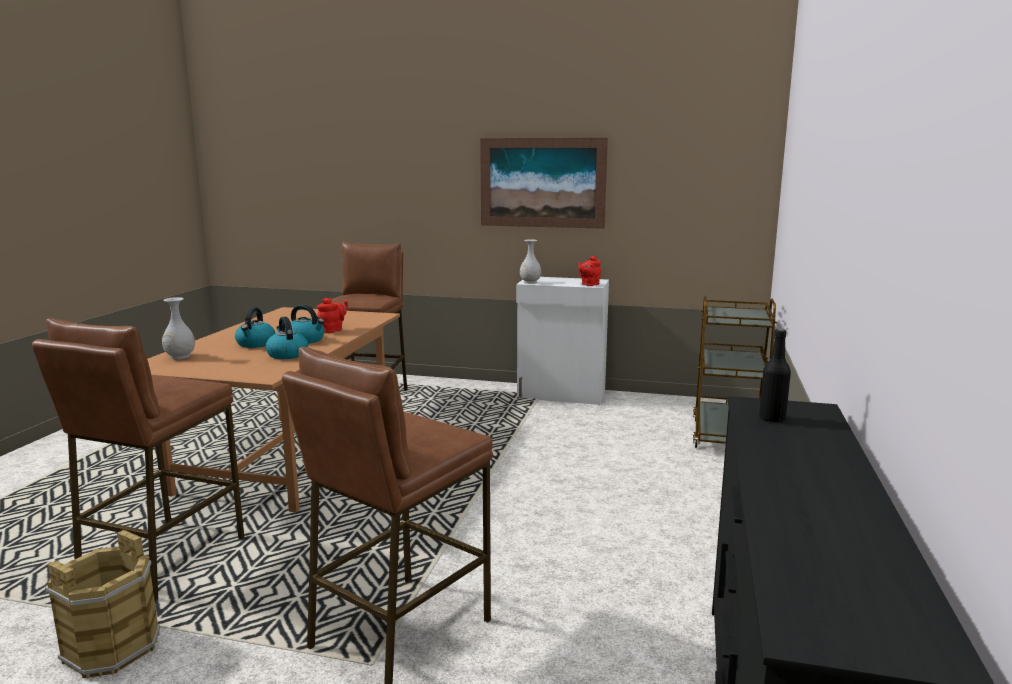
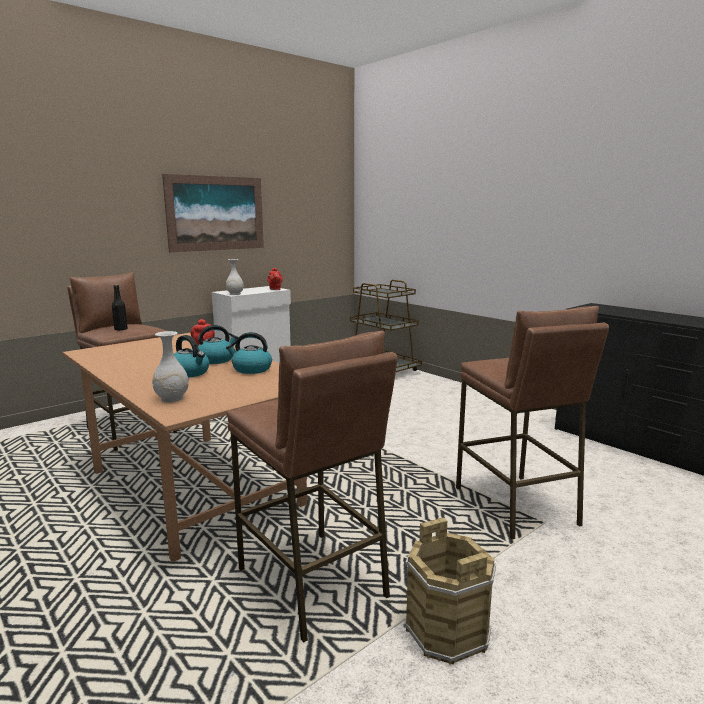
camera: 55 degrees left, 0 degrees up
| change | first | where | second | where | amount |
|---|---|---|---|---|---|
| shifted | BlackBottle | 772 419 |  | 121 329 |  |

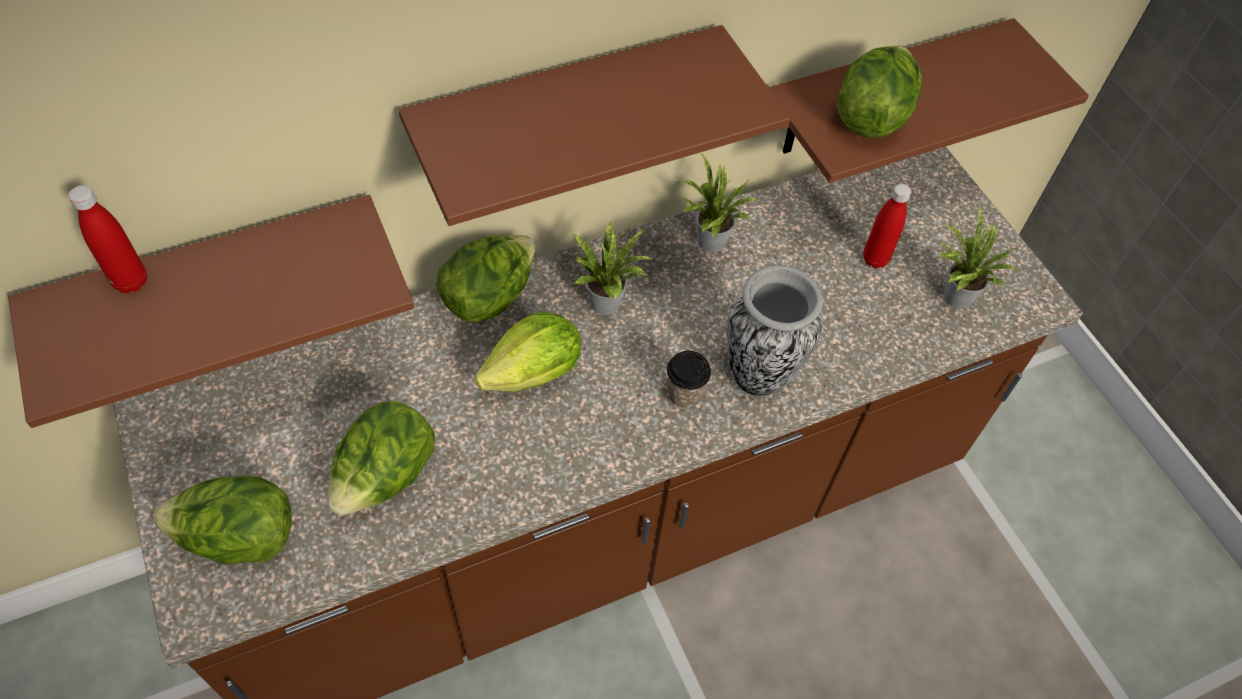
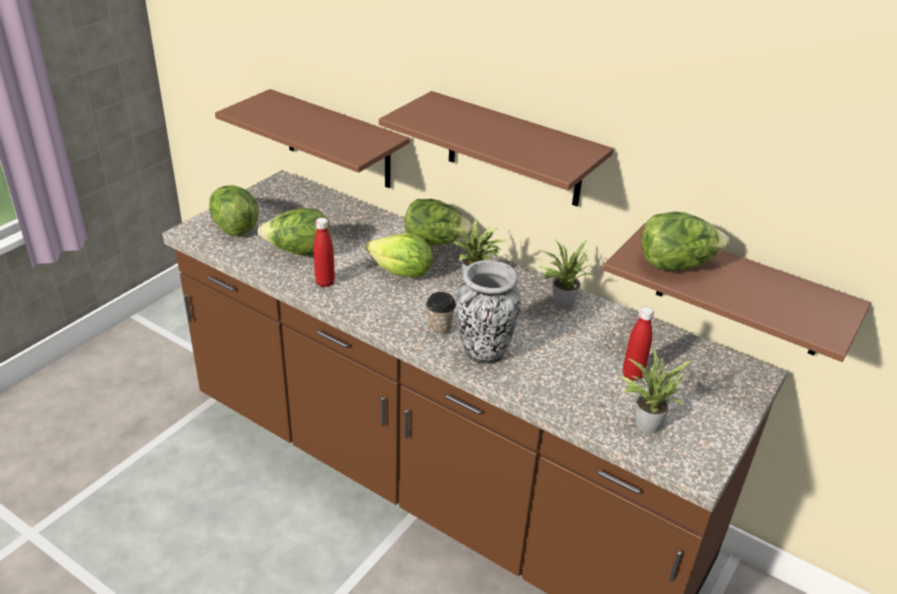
camera: 60 degrees right, 20 degrees down
| change | first | where | second | where | amount |
|---|---|---|---|---|---|
| shifted | RedBottle | 131 281 |  | 325 282 |  |

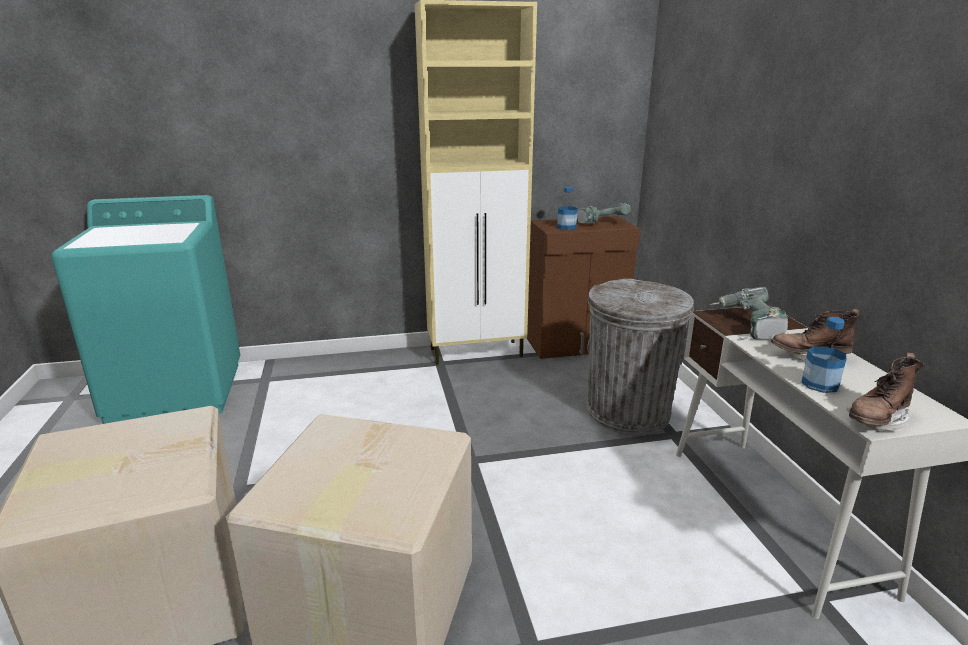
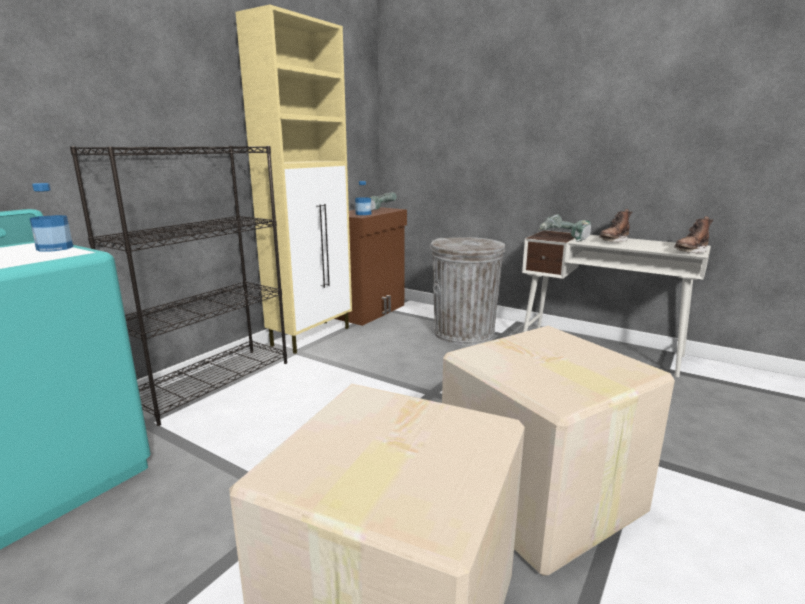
camera: 45 degrees left, 5 degrees down
| change | first | where | second | where | amount |
|---|---|---|---|---|---|
| shifted | Bottle | 820 384 |  | 55 248 |  |
| rotated | BrownBoot | 877 420 |  | 690 252 | 45 degrees clockwise |
| new |  |  | BlackBookcase | 212 382 |  |

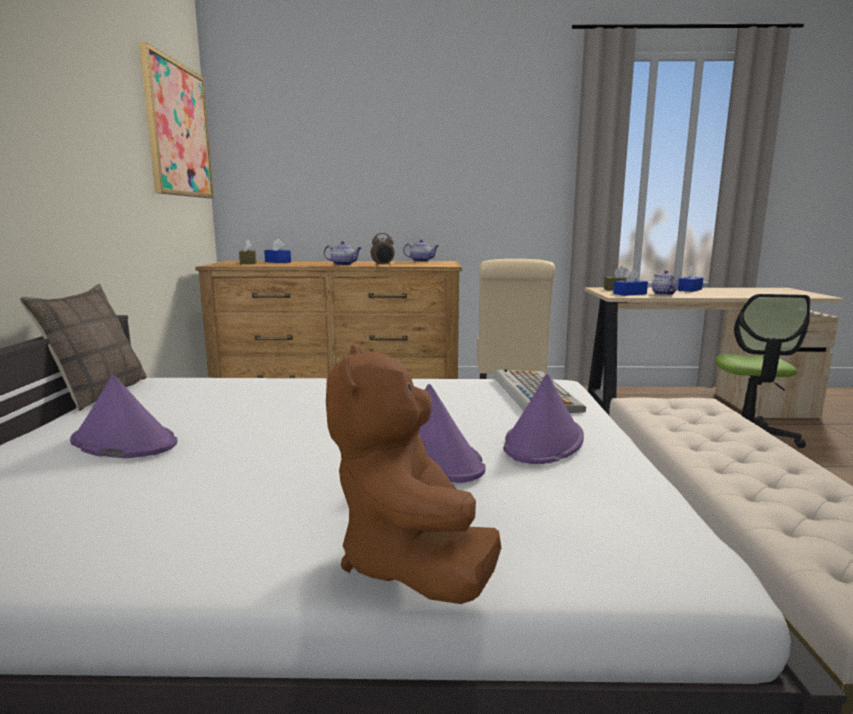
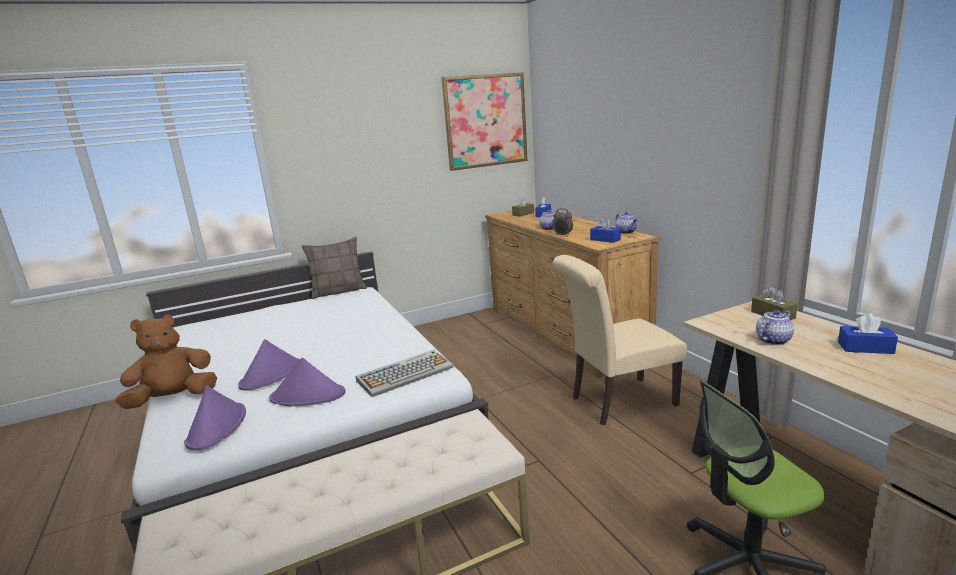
camera: 65 degrees right, 5 degrees up
| change | first | where | second | where | amount |
|---|---|---|---|---|---|
| shifted | PurpleHat | 123 442 |  | 217 427 |  |
| shifted | BlueTissueBox | 630 294 |  | 605 239 |  |

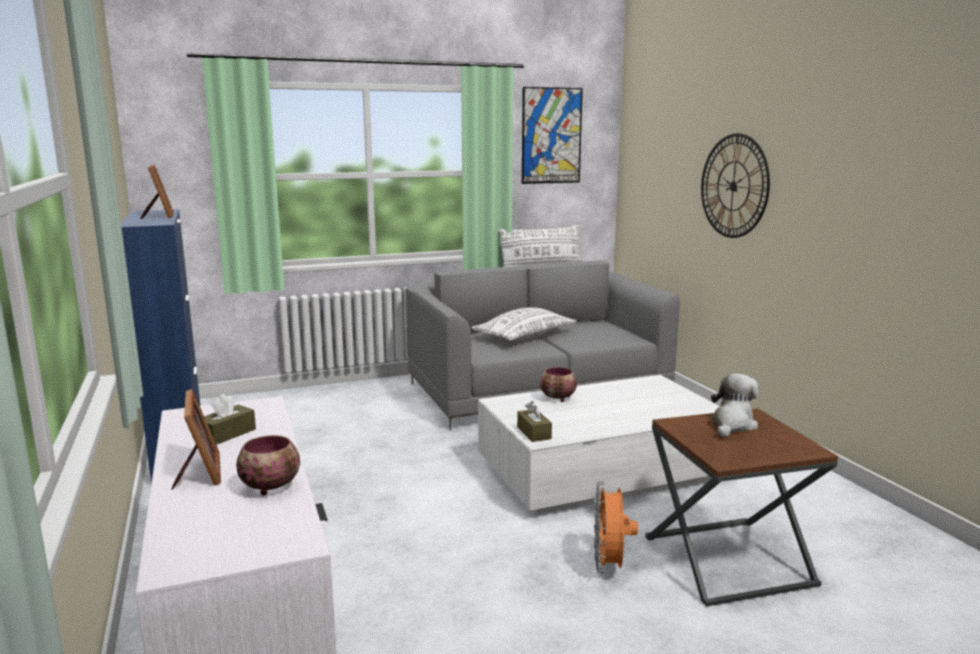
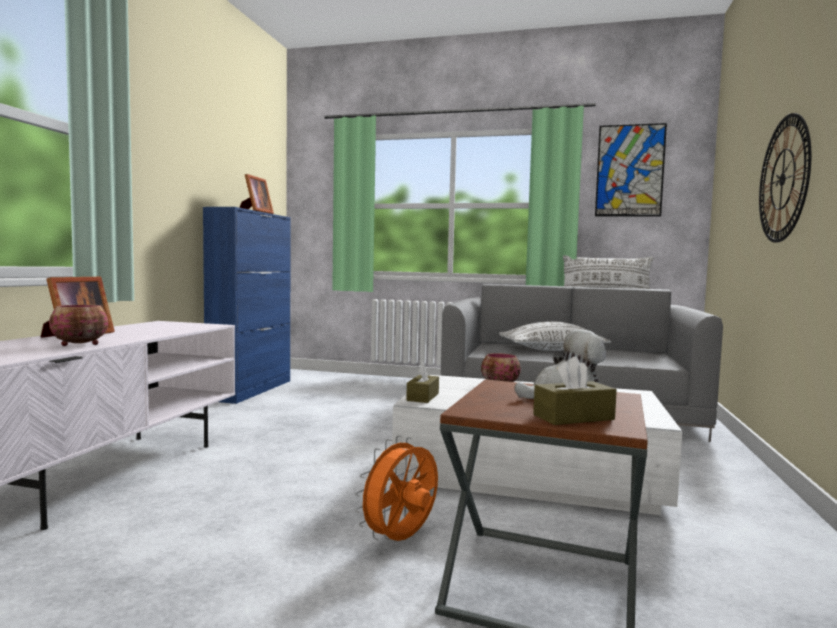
camera: 35 degrees right, 10 degrees down
| change | first | where | second | where | amount |
|---|---|---|---|---|---|
| shifted | BrownTissueBox | 227 434 |  | 573 417 |  |

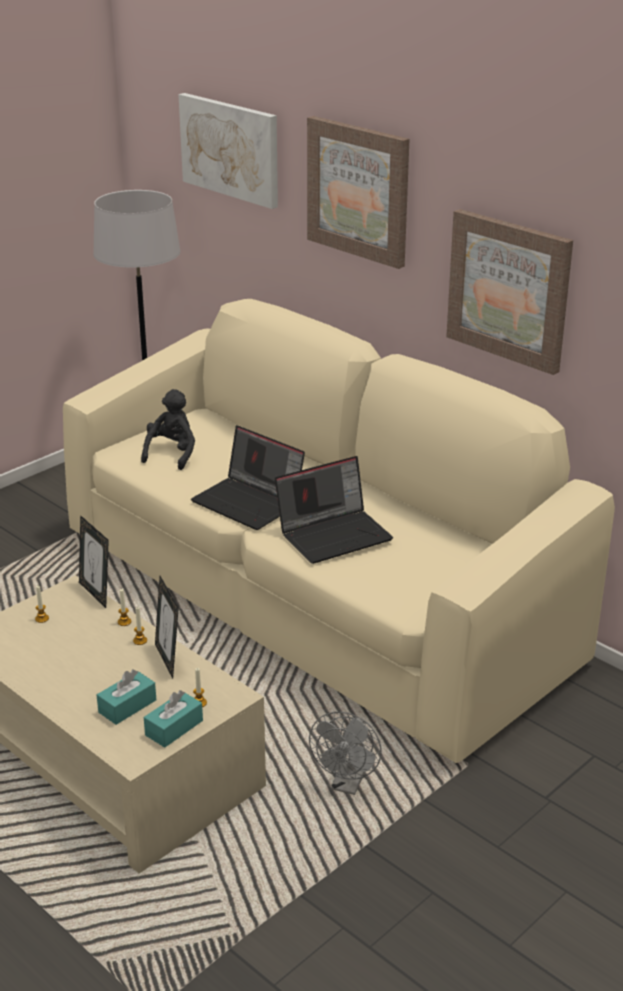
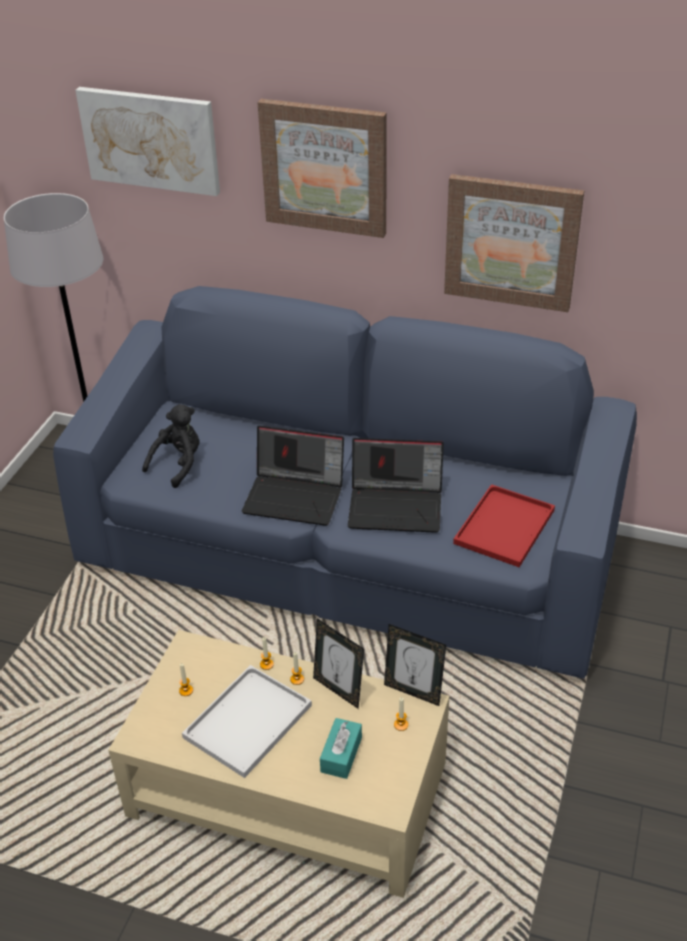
camera: 25 degrees left, 10 degrees up
| change | first | where | second | where | amount |
|---|---|---|---|---|---|
| repainted | BeigeSofa | 312 595 | BlueSofa | 346 554 |  |
| shifted | PictureFrame | 96 593 |  | 413 691 |  |
| rotated | BlackPlushToy | 172 454 |  | 178 464 | 45 degrees clockwise |
| gone | TurquoiseTissueBox | 174 728 |  |  |  |
| rotated | Laptop | 334 534 |  | 397 506 | 60 degrees clockwise |
| gone | GreyFan | 347 784 |  |  |  |
| new |  |  | WhiteTray | 247 723 |  |
| new |  |  | RedTray | 504 528 |  |

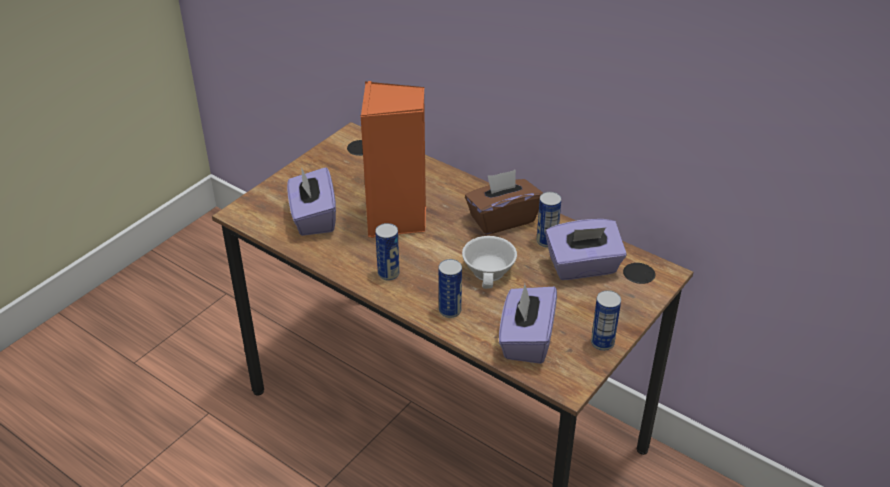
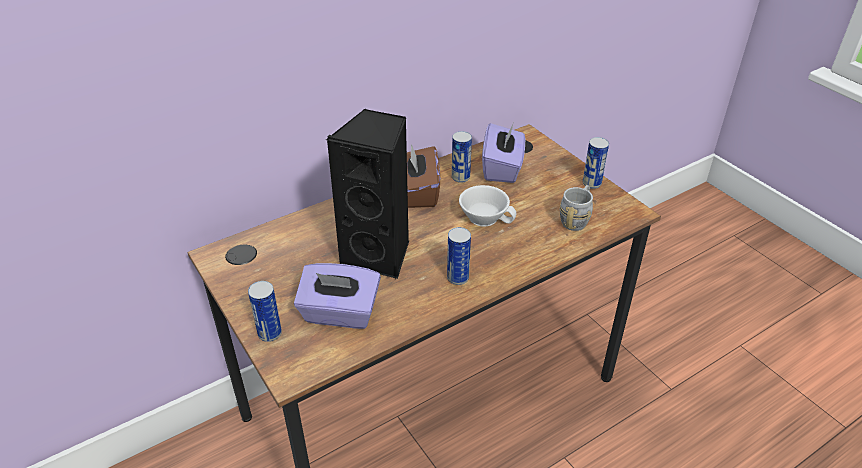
camera: 70 degrees left, 0 degrees up
| change | first | where | second | where | amount |
|---|---|---|---|---|---|
| repainted | OrangeSpeaker | 397 219 | BlackSpeaker | 380 255 |  |
| shifted | Can | 450 310 |  | 270 333 |  |
| swapped | PurpleTissueBox | 526 340 | GreyMug | 576 219 |  |

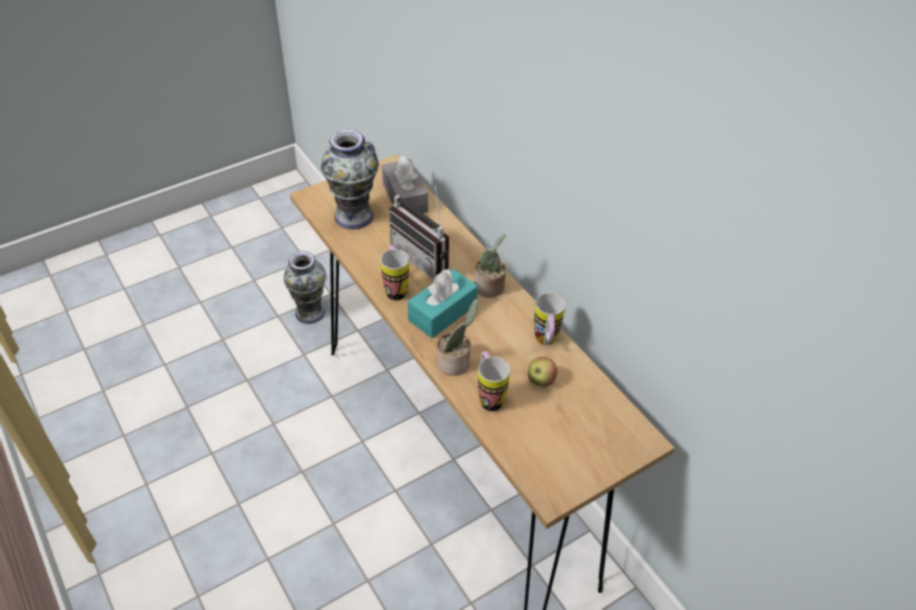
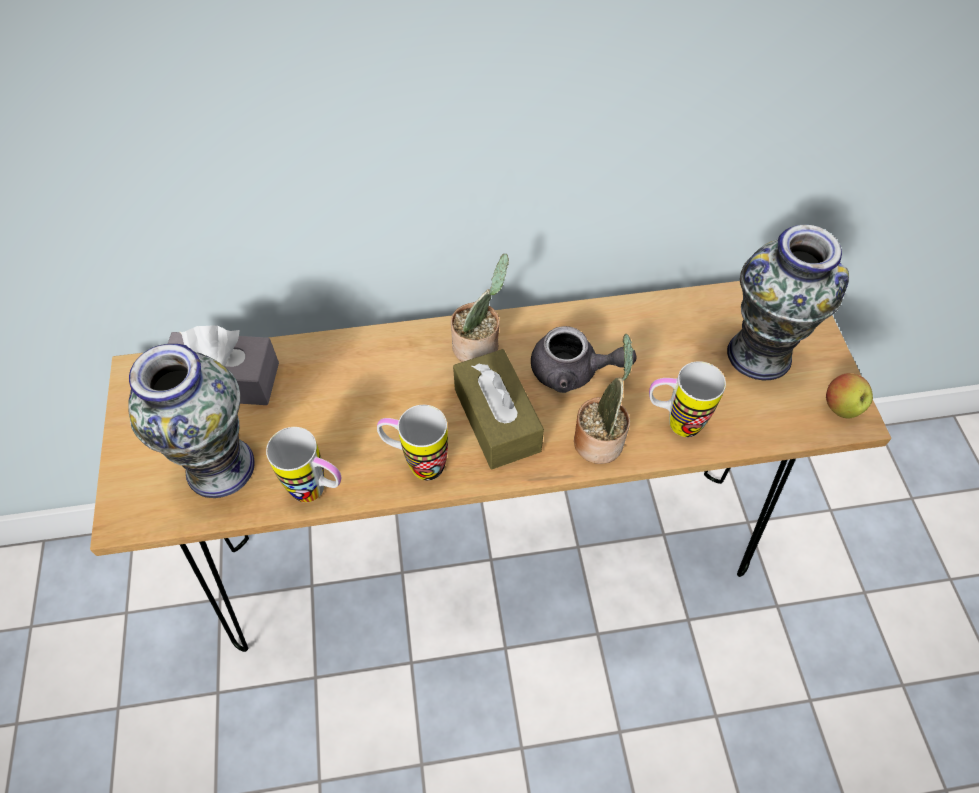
camera: 65 degrees left, 10 degrees up
| change | first | where | second | where | amount |
|---|---|---|---|---|---|
| shifted | Vase | 309 312 |  | 759 355 |  |
| gone | Radio | 426 257 |  |  |  |
| repainted | TurquoiseTissueBox | 442 312 | BrownTissueBox | 497 420 |  |
| shifted | Apple | 540 381 |  | 841 408 |  |
| shifted | Mug | 546 343 |  | 318 491 |  |
| new |  |  | GreyTeapot | 573 372 |  |

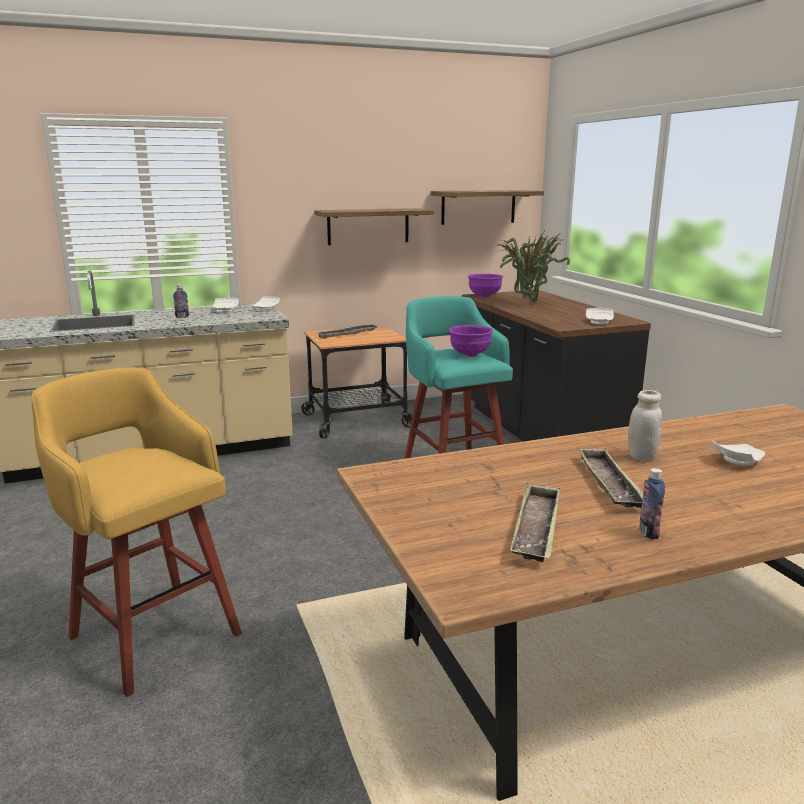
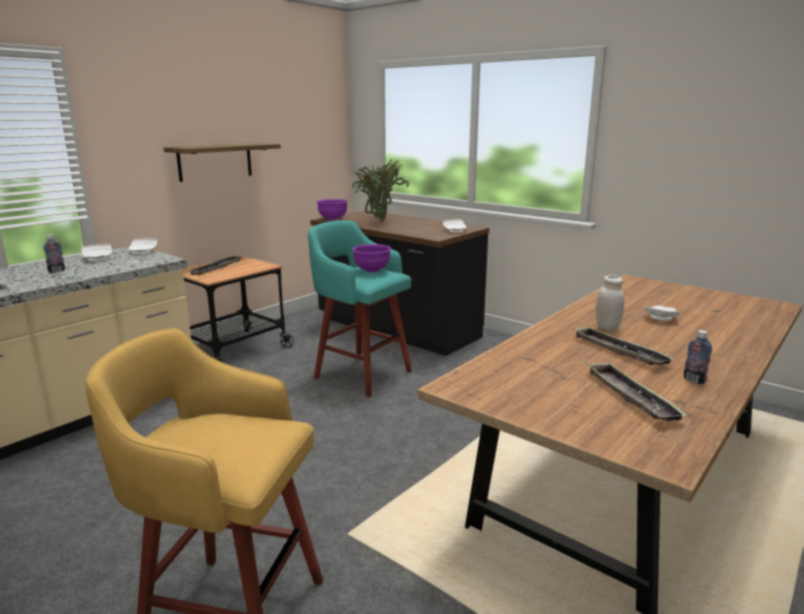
camera: 30 degrees left, 0 degrees up
| change | first | where | second | where | amount |
|---|---|---|---|---|---|
| gone | Shelf | 478 207 |  |  |  |

